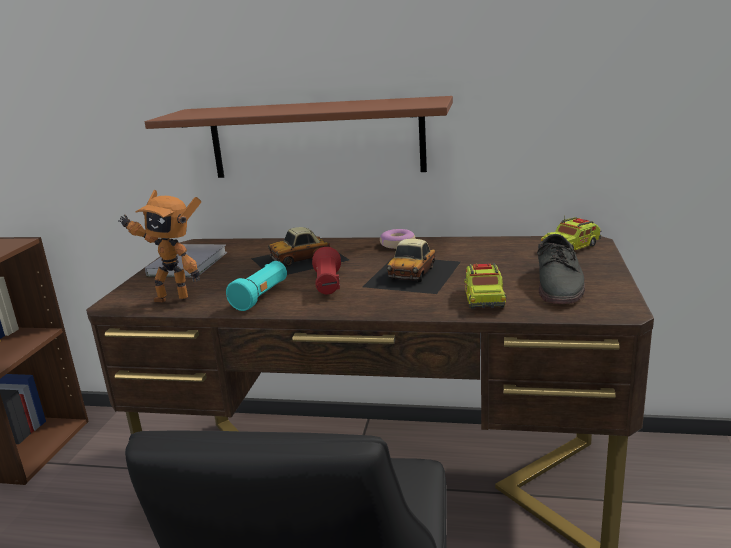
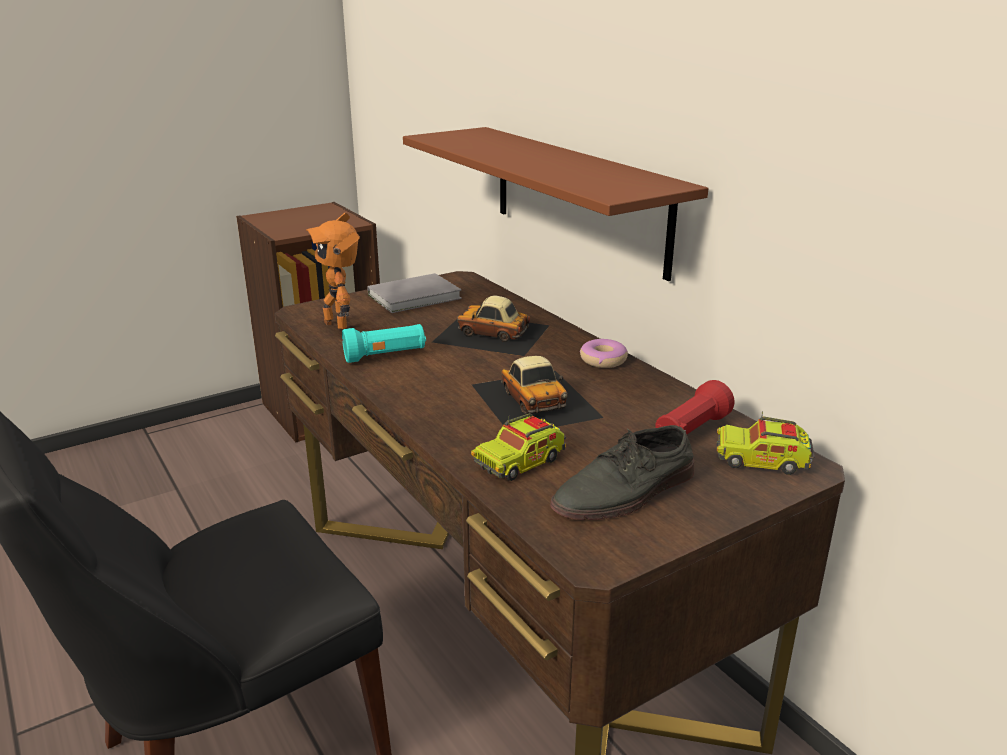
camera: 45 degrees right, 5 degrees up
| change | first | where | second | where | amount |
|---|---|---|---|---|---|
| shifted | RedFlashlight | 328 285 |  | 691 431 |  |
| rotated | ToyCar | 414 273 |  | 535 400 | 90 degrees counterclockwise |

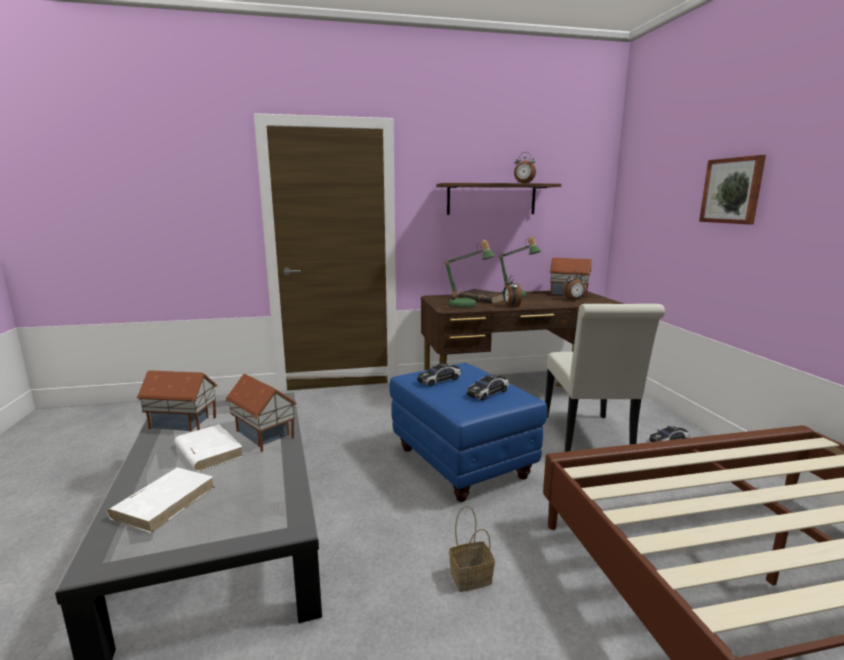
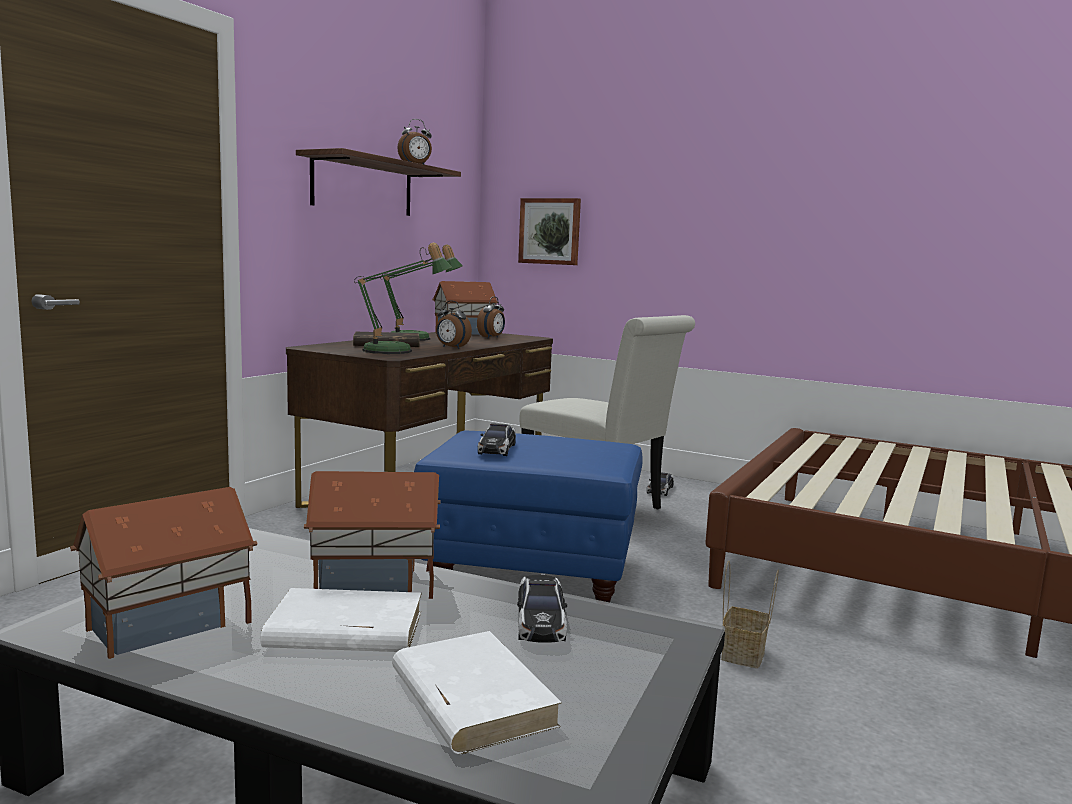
camera: 50 degrees left, 5 degrees down
| change | first | where | second | where | amount |
|---|---|---|---|---|---|
| shifted | ToyCar | 488 393 |  | 540 621 |  |
| shifted | Picture | 732 190 |  | 550 231 |  |

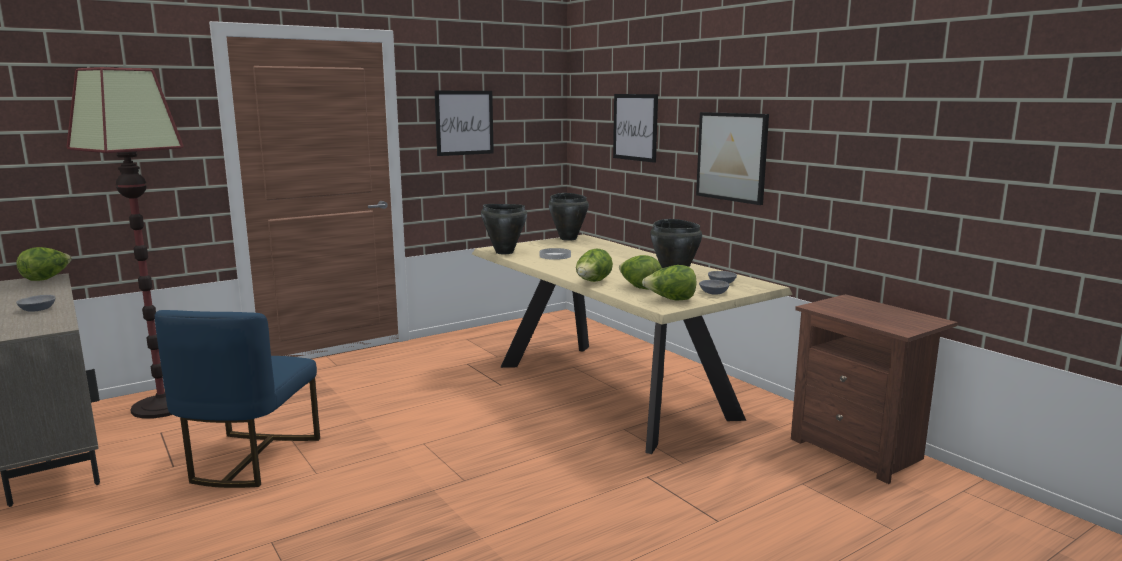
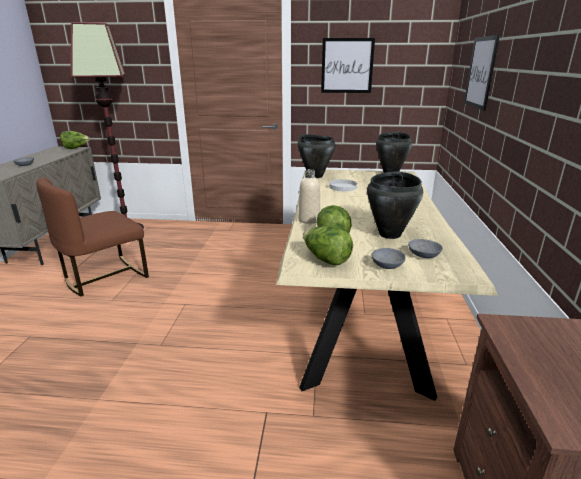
camera: 40 degrees right, 10 degrees up
| change | first | where | second | where | amount |
|---|---|---|---|---|---|
| repainted | BlueChair | 249 459 | BrownChair | 104 277 |  |
| swapped | Lettuce | 592 282 | BeigeBottle | 309 220 |  |
| gone | Picture | 732 157 |  |  |  |

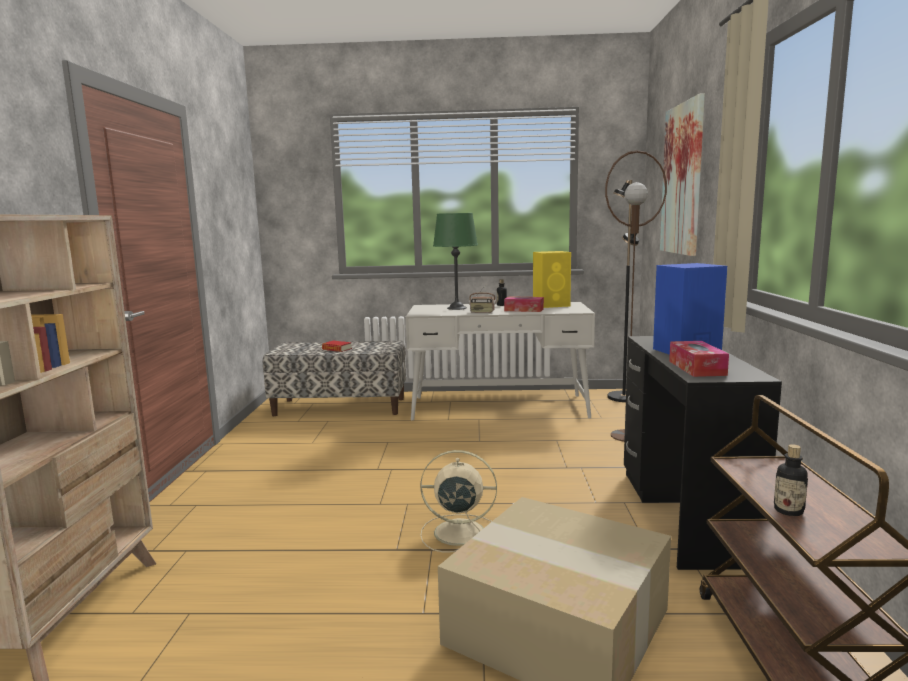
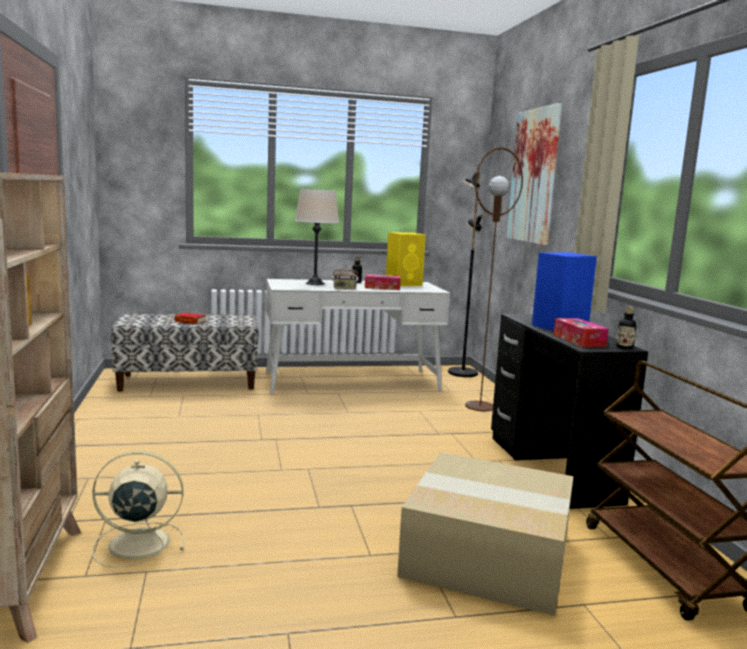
camera: 15 degrees left, 0 degrees up
| change | first | where | second | where | amount |
|---|---|---|---|---|---|
| shifted | BeigeFan | 457 532 |  | 136 543 |  |
| repainted | GreenTableLamp | 456 308 | BeigeTableLamp | 315 283 |  |
| shifted | Bottle | 788 511 |  | 624 348 |  |

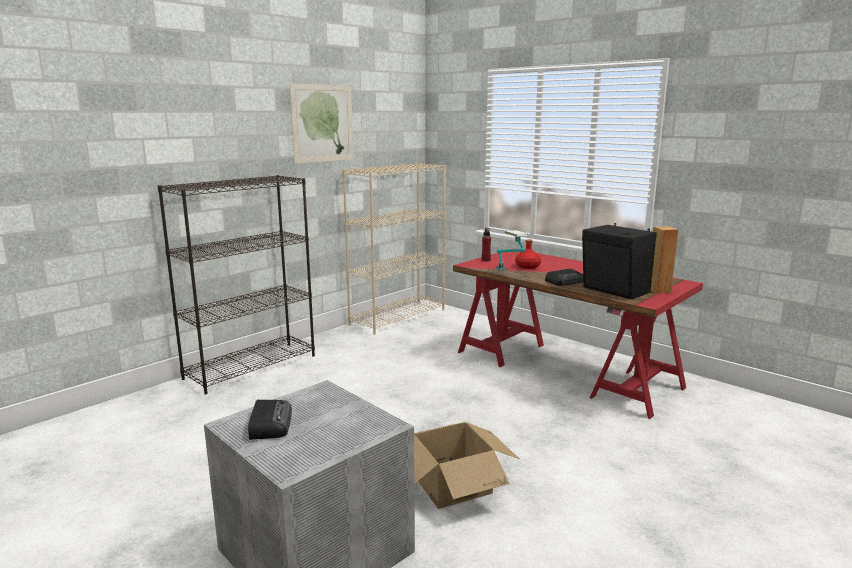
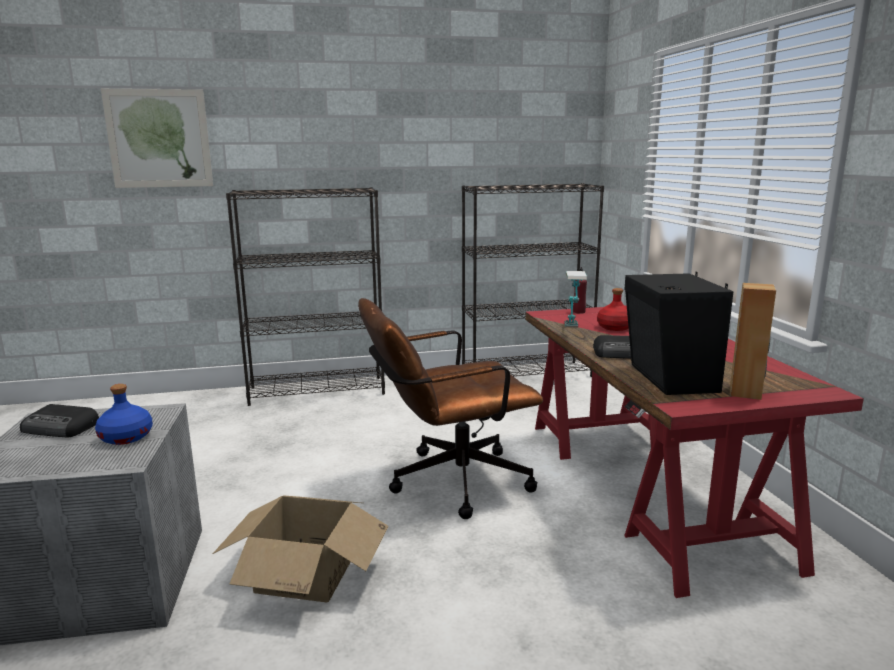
camera: 35 degrees right, 0 degrees up
| change | first | where | second | where | amount |
|---|---|---|---|---|---|
| rotated | Radio | 270 423 |  | 61 428 | 75 degrees clockwise |
| shifted | Picture | 322 123 |  | 159 139 |  |
| repainted | BeigeBookcase | 398 317 | BlackBookcase | 527 373 |  |
| new |  |  | BlueBottle | 127 437 |  |
| new |  |  | BrownOfficeChair | 448 482 |  |

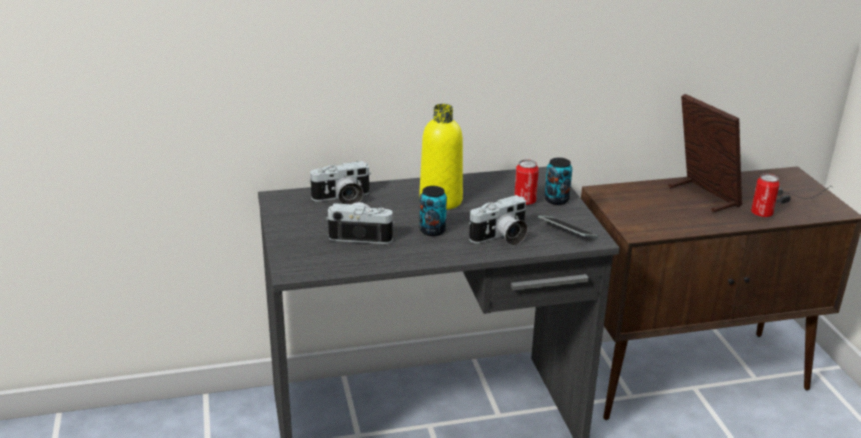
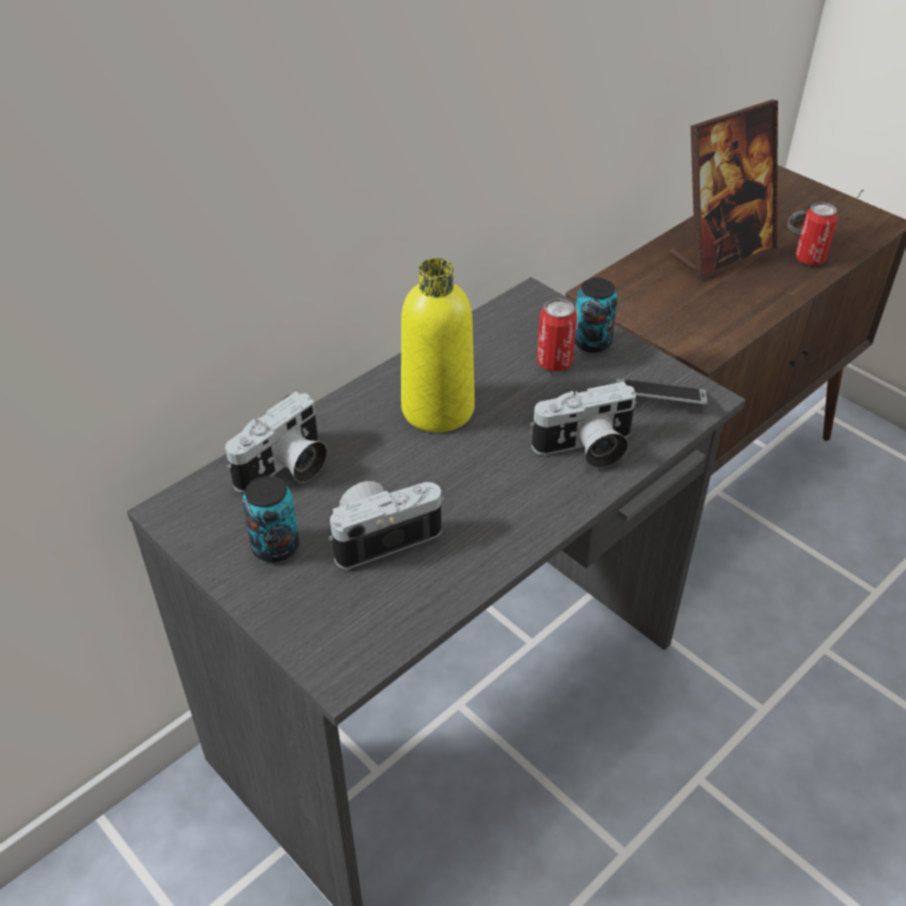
camera: 30 degrees left, 15 degrees up
| change | first | where | second | where | amount |
|---|---|---|---|---|---|
| shifted | Can | 432 230 |  | 275 547 |  |
| rotated | PhotoCamera | 501 238 |  | 586 449 | 45 degrees clockwise |
| rotated | PictureFrame | 703 196 |  | 721 253 | 120 degrees clockwise |

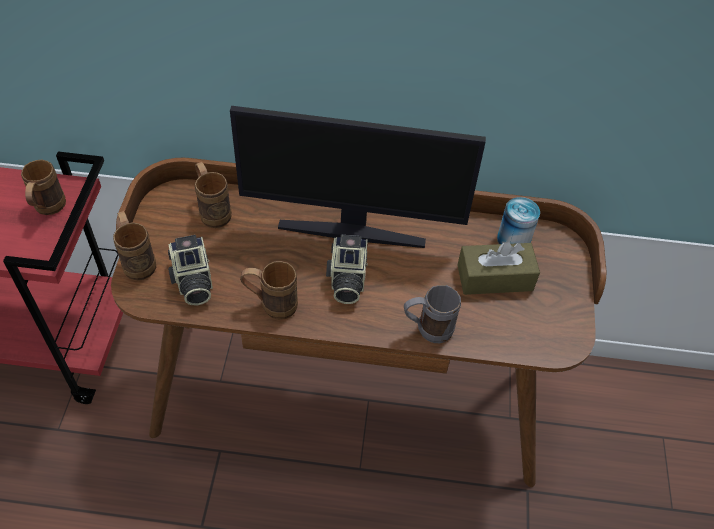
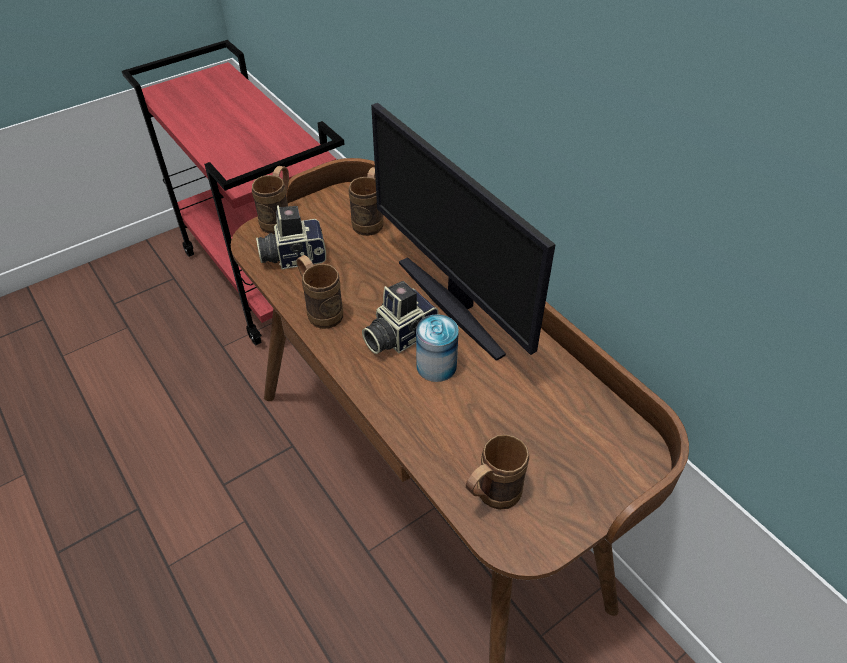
camera: 50 degrees right, 5 degrees down
| change | first | where | second | where | amount |
|---|---|---|---|---|---|
| shifted | BrownMug | 48 210 |  | 491 497 |  |
| rotated | PhotoCamera | 192 281 |  | 293 256 | 45 degrees clockwise |
| gone | GreyMug | 427 330 |  |  |  |
| gone | BrownTissueBox | 494 278 |  |  |  |
| shifted | Can | 513 239 |  | 436 366 |  |

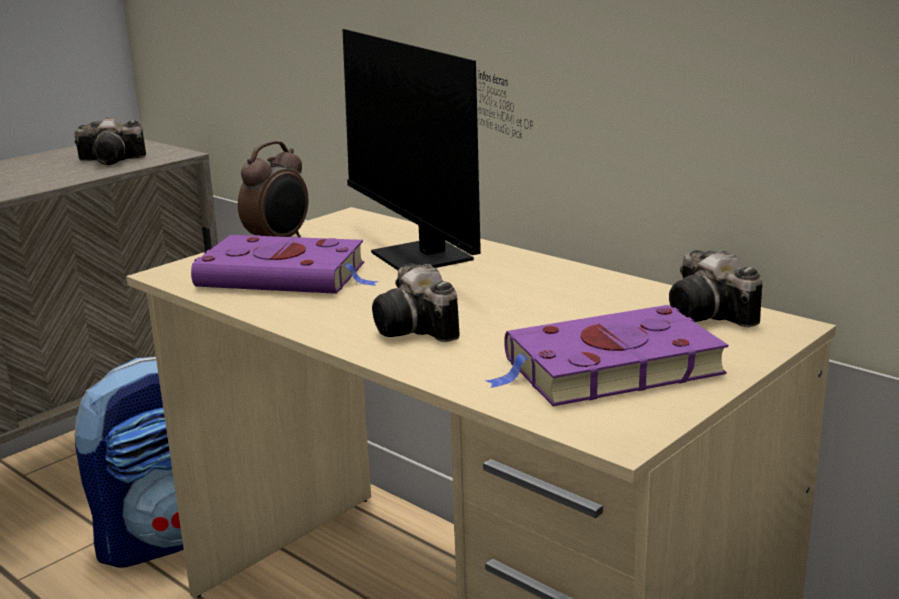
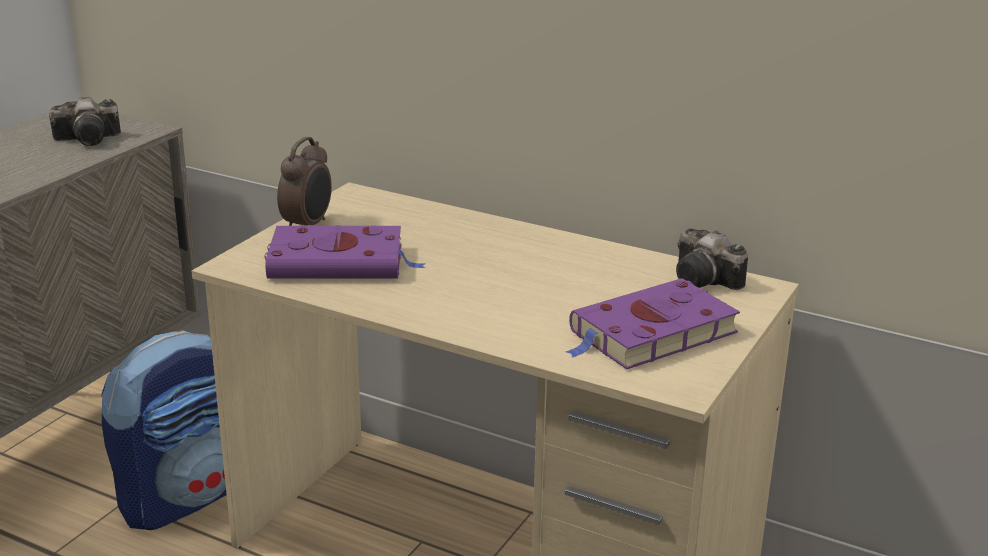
camera: 15 degrees left, 5 degrees up
| change | first | where | second | where | amount |
|---|---|---|---|---|---|
| gone | Monitor | 424 261 |  |  |  |
| gone | PhotoCamera | 418 329 |  |  |  |

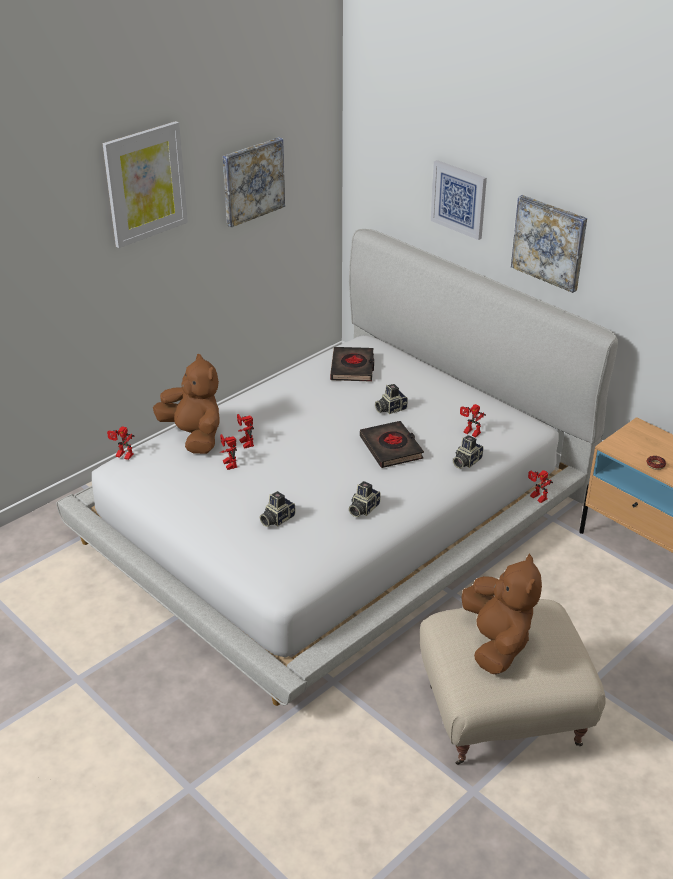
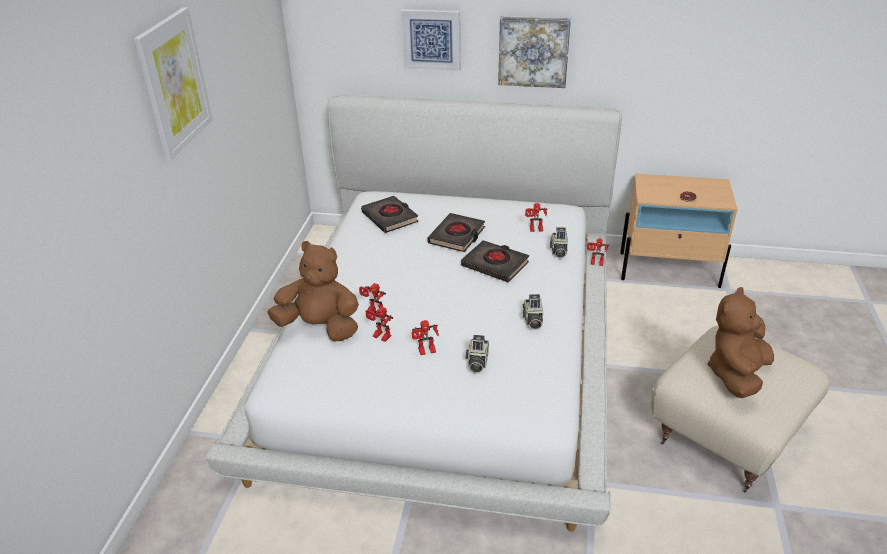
camera: 35 degrees left, 0 degrees up
| change | first | where | second | where | amount |
|---|---|---|---|---|---|
| shifted | ToyRobot | 122 456 |  | 426 352 |  |
| gone | Picture | 252 181 |  |  |  |
| swapped | PhotoCamera | 390 408 | BlackBook | 457 236 |  |
| rotated | BrownPlushToy | 497 643 |  | 736 374 | 105 degrees counterclockwise |

